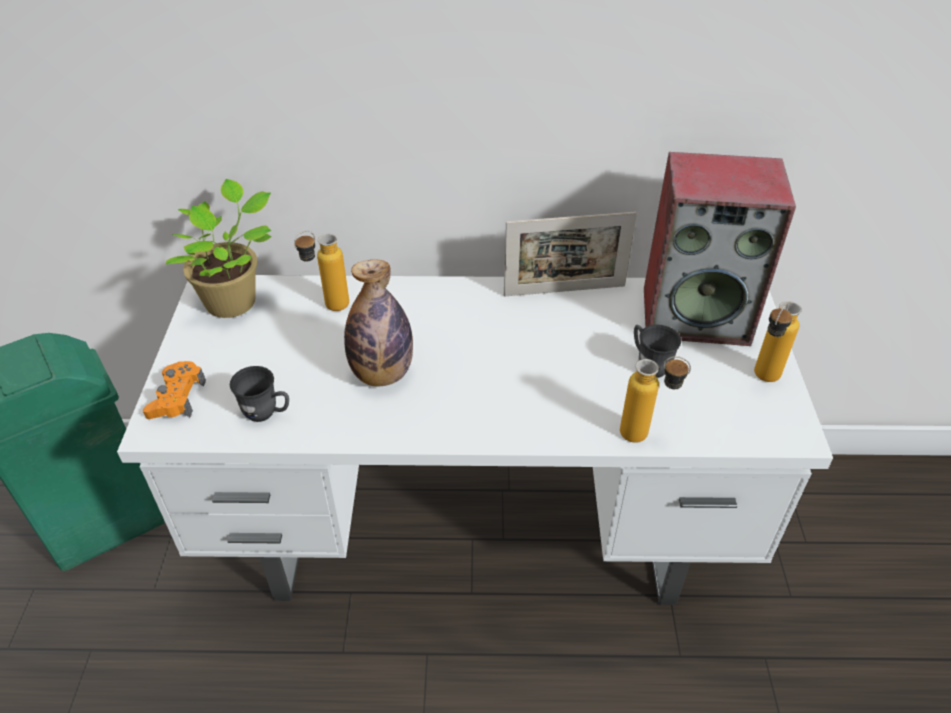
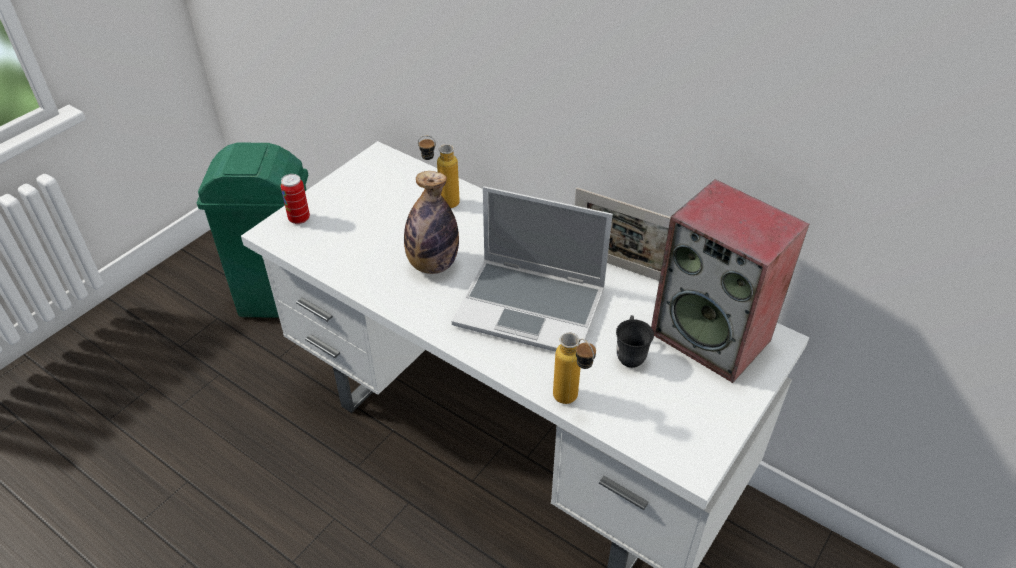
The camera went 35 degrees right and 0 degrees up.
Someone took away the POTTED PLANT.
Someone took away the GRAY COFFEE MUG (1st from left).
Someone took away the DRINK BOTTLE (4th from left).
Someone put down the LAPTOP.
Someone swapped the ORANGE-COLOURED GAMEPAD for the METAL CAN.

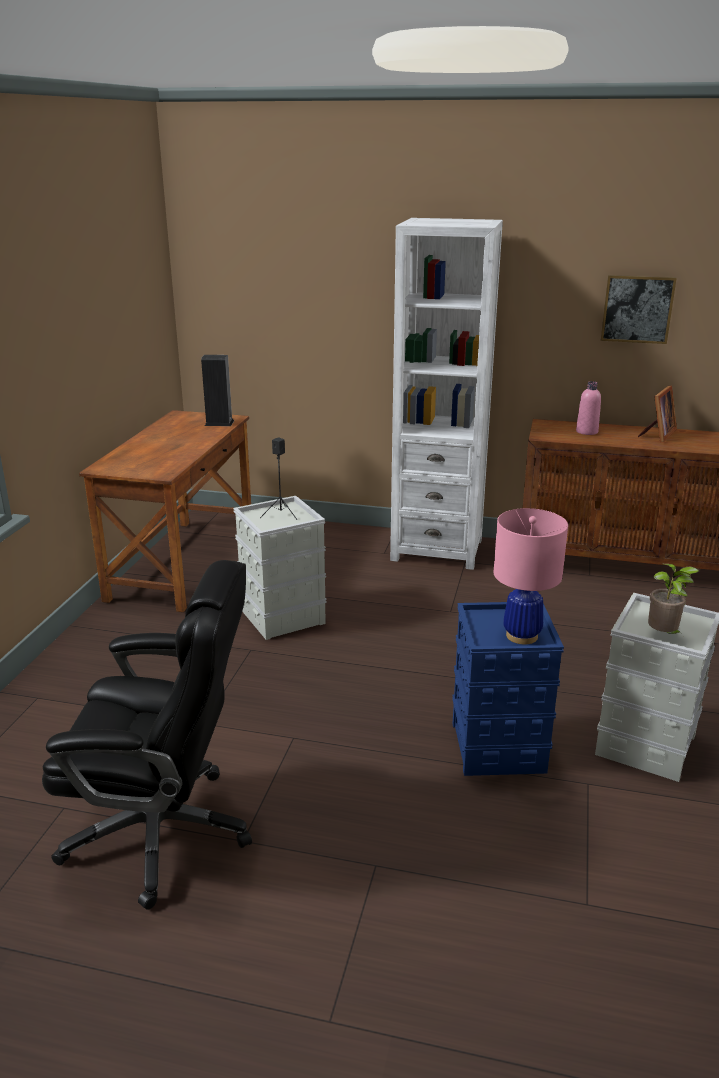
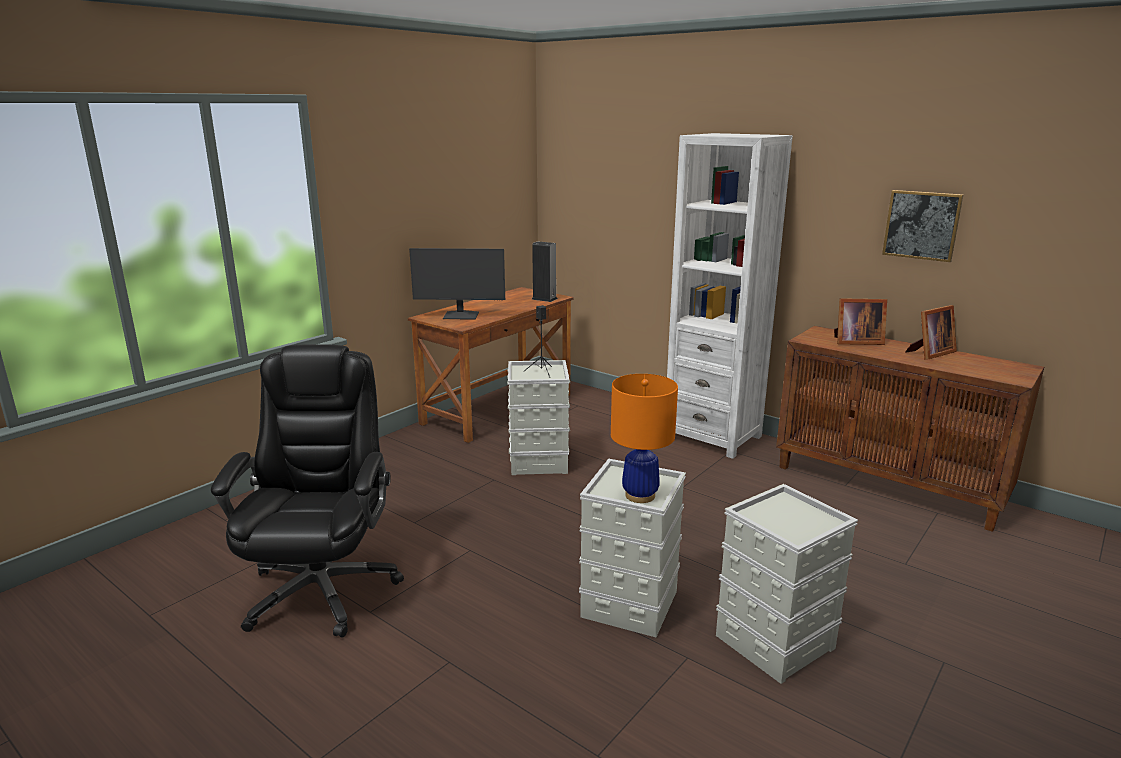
The camera went 25 degrees right and 5 degrees down.
Someone took away the POTTED PLANT.
Someone put down the MONITOR.
Someone swapped the PINK-COLOURED DRINK BOTTLE for the STANDING FRAME (1st from left).
Someone repainted the BLUE STORAGE BOX, which became the GRAY STORAGE BOX (2nd from left).
Someone repainted the PINK-COLOURED TABLE LAMP, which became the ORANGE-COLOURED TABLE LAMP.
Someone rotated the BLACK COMPUTER CHAIR by 120 degrees counterclockwise.

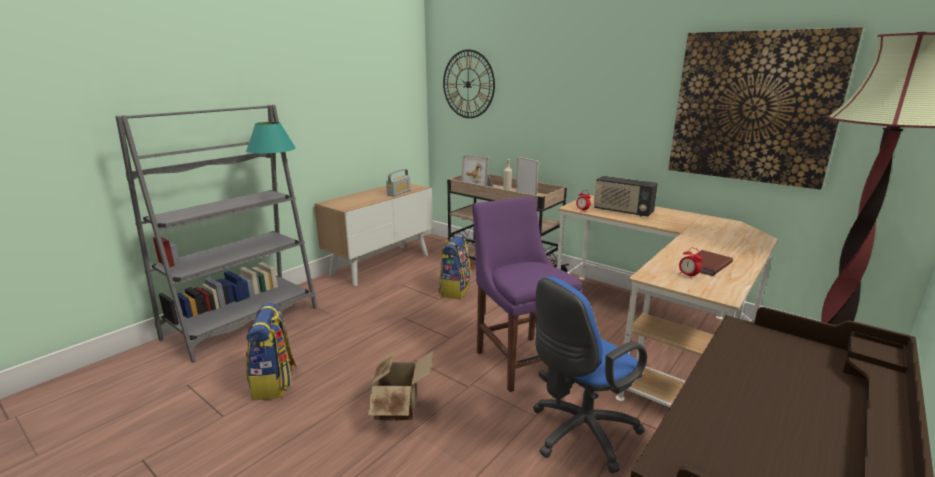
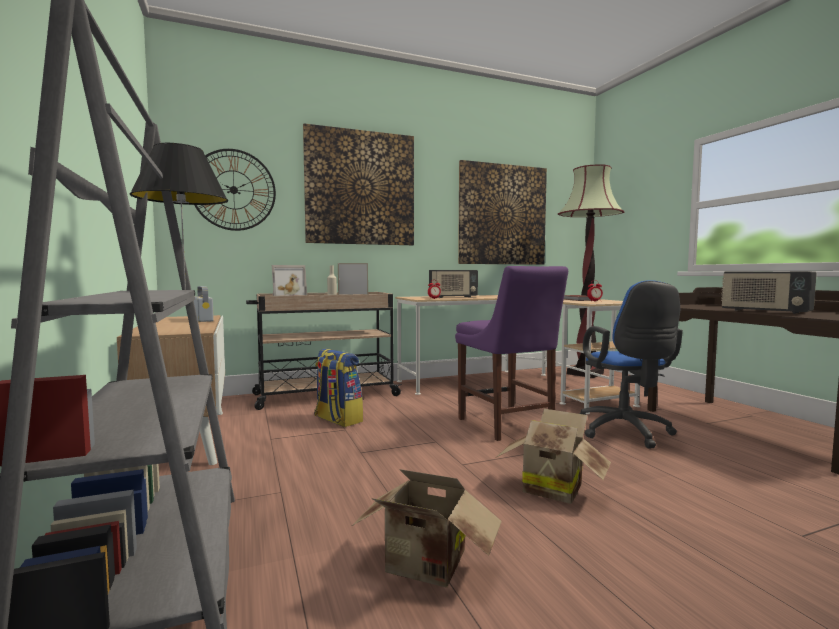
The camera went 60 degrees left and 15 degrees down.
Someone put up the WALL PICTURE (1st from left).
Someone put down the RADIO RECEIVER (3rd from left).
Someone swapped the BACKPACK (1st from left) for the CARTON (1st from left).
Someone repainted the TURQUOISE TABLE LAMP, which became the BLACK TABLE LAMP.
Someone rotated the PURPLISH CHAIR by 120 degrees counterclockwise.

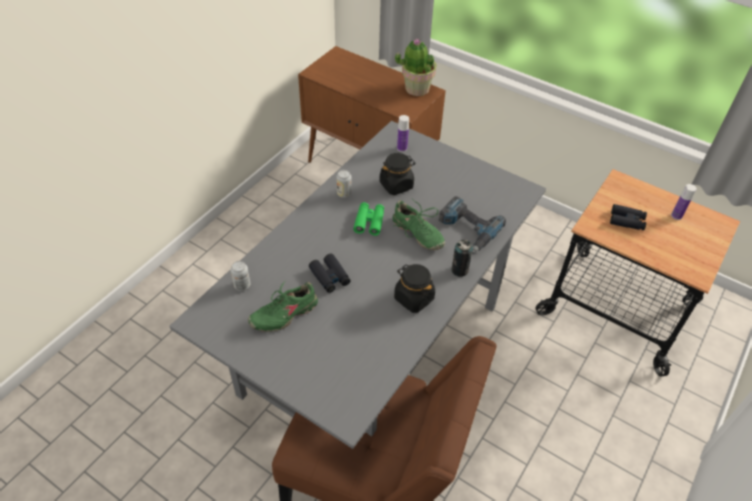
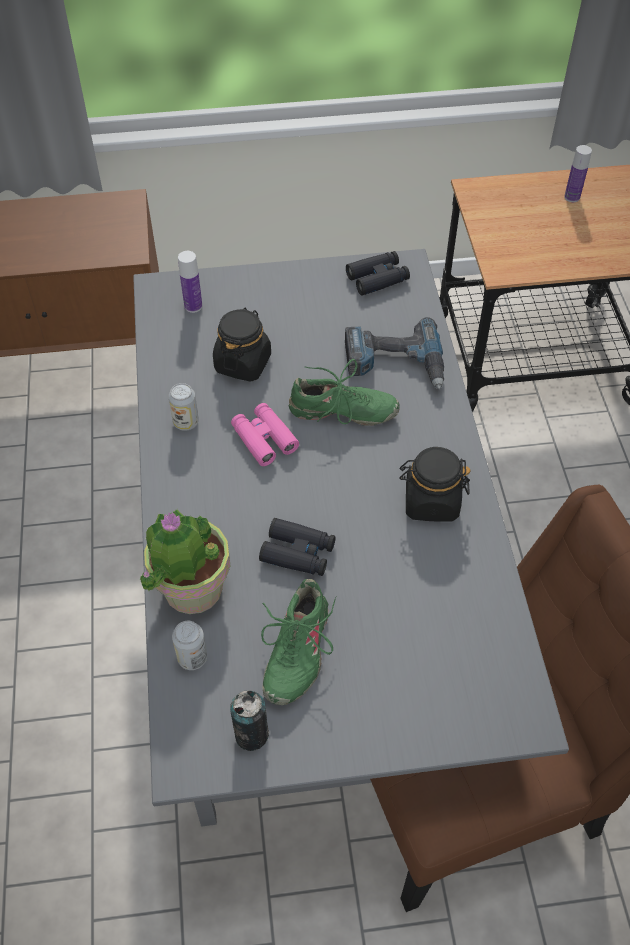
The camera went 40 degrees left and 5 degrees up.
Someone carried the POTTED PLANT.
Someone carried the METAL CAN (3rd from left).
Someone carried the BLACK BINOCULARS (2nd from left).
Someone repainted the GREEN-COLOURED BINOCULARS, which became the PINK-COLOURED BINOCULARS.

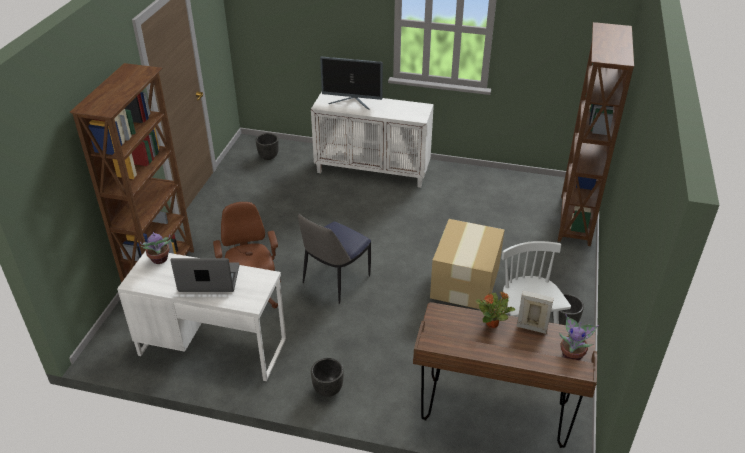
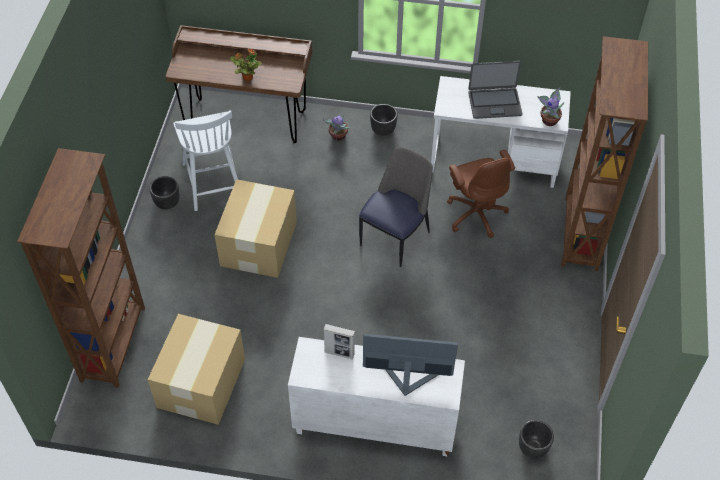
The camera went 175 degrees right and 15 degrees up.
Someone put down the CARTON (1st from left).
Someone carried the STANDING FRAME.
Someone carried the POTTED PLANT (3rd from left in the first image).

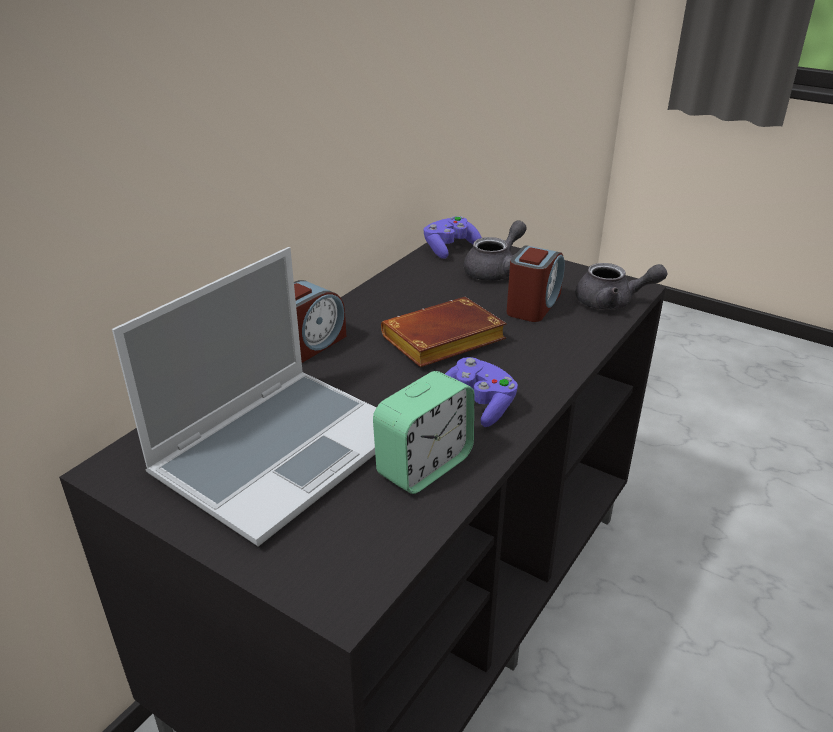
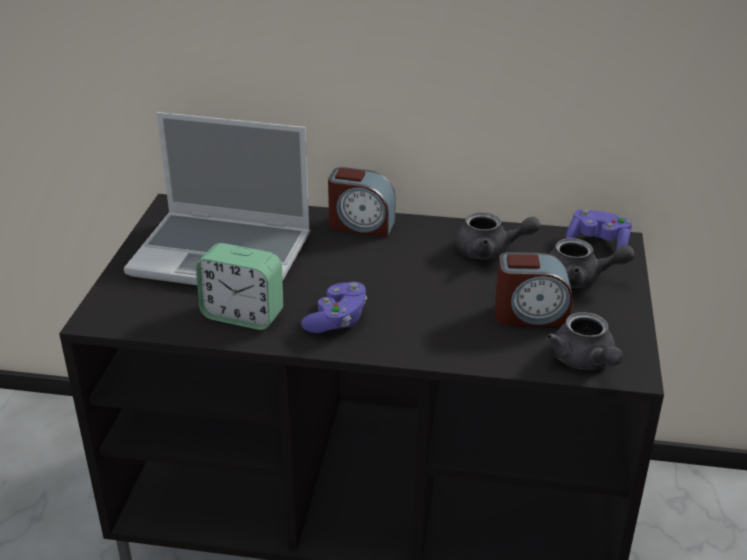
The camera went 65 degrees right and 0 degrees up.
Someone took away the BROWNISH BOUND BOOK.
Someone put down the GRAY POT FOR TEA (1st from left).

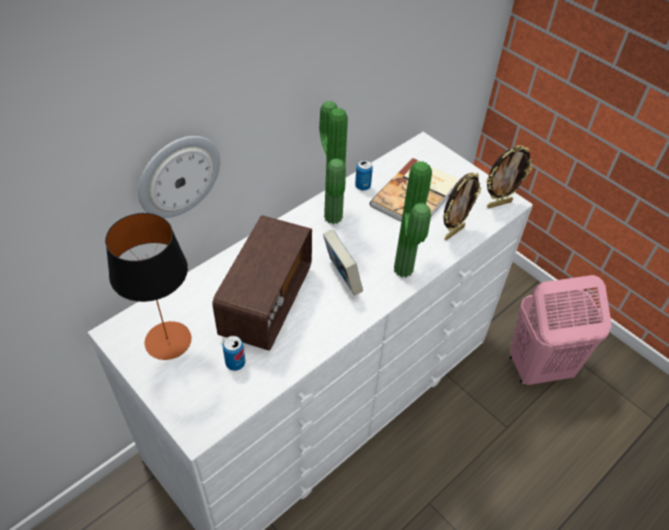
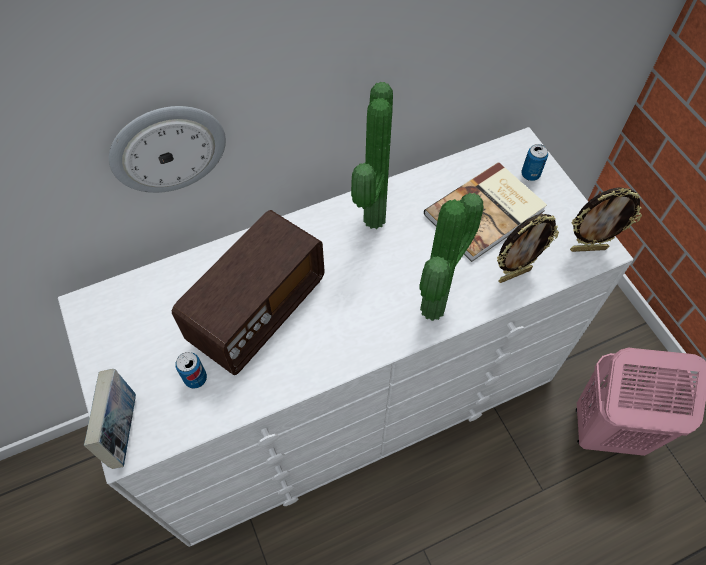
The camera went 20 degrees right and 10 degrees up.
Someone took away the TABLE LAMP.
Someone carried the BOUND BOOK (1st from left).
Someone carried the METAL CAN (2nd from left).

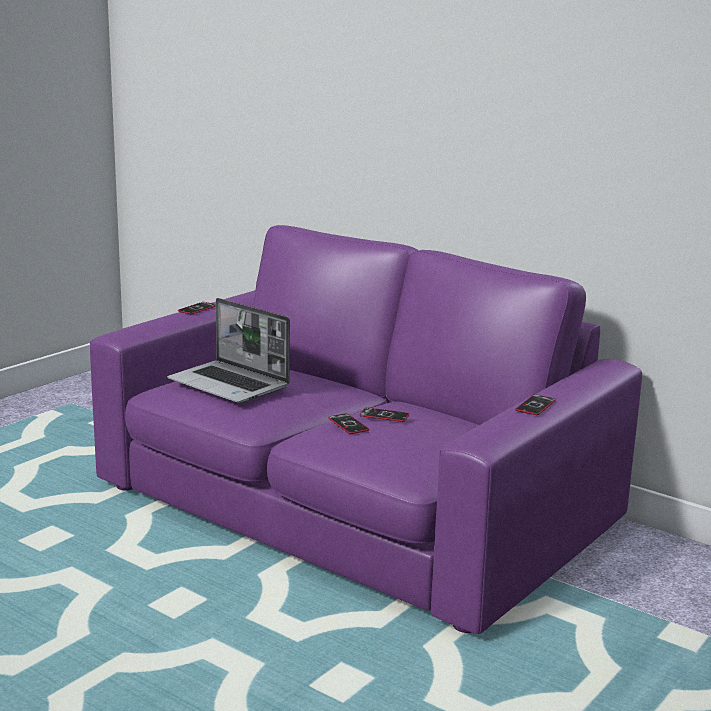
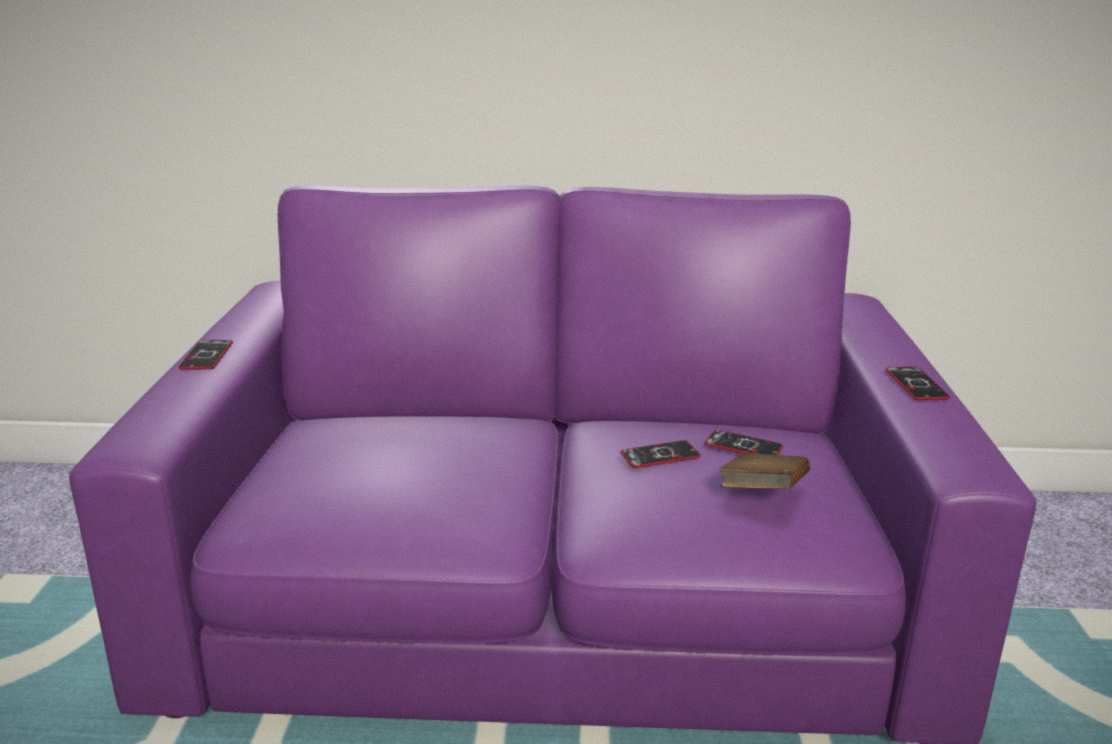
The camera went 35 degrees left and 5 degrees up.
Someone took away the LAPTOP.
Someone put down the BROWNISH BOUND BOOK.
Someone carried the HANDSET (2nd from left in the first image).

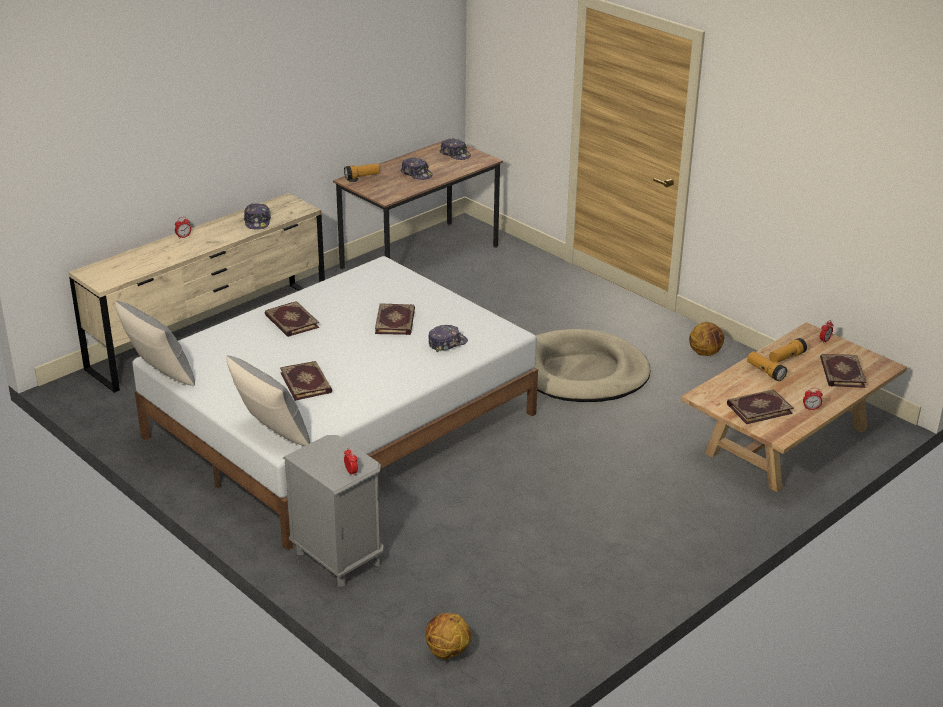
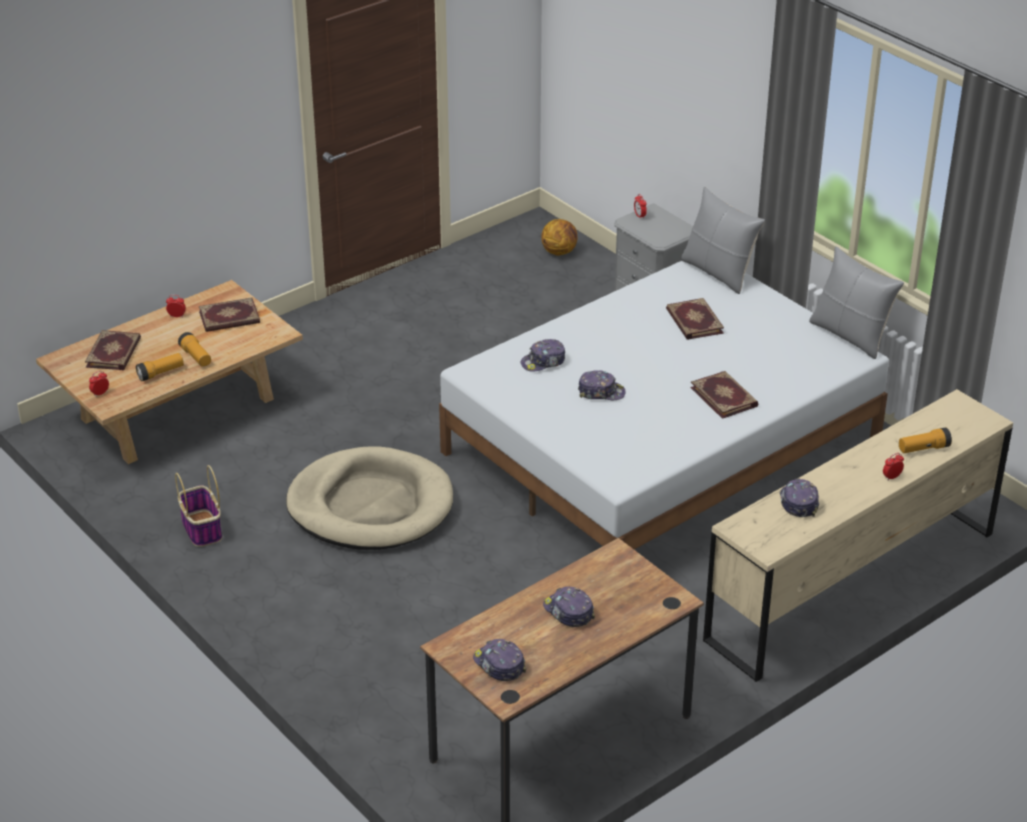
The camera went 175 degrees left and 5 degrees up.
Someone carried the TORCH (1st from left in the first image).
Someone swapped the BOUND BOOK (3rd from left) for the PEAKED CAP (4th from left).
Someone swapped the BASKETBALL (2nd from left) for the HOUSEHOLD BASKET.

